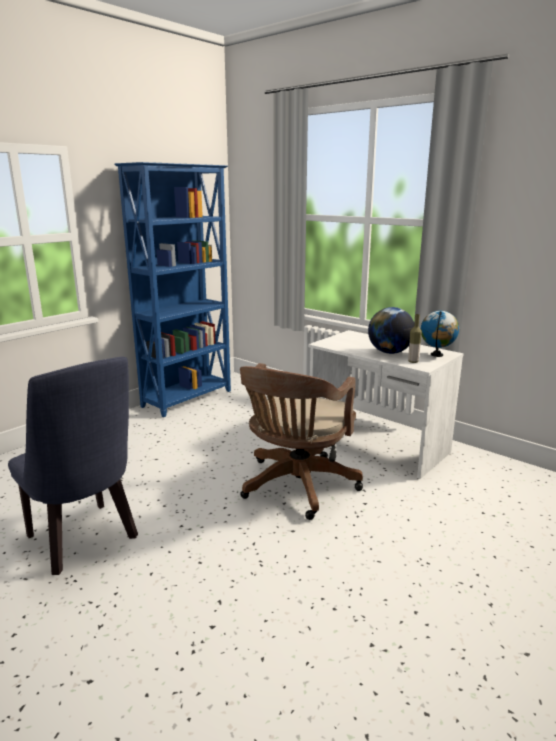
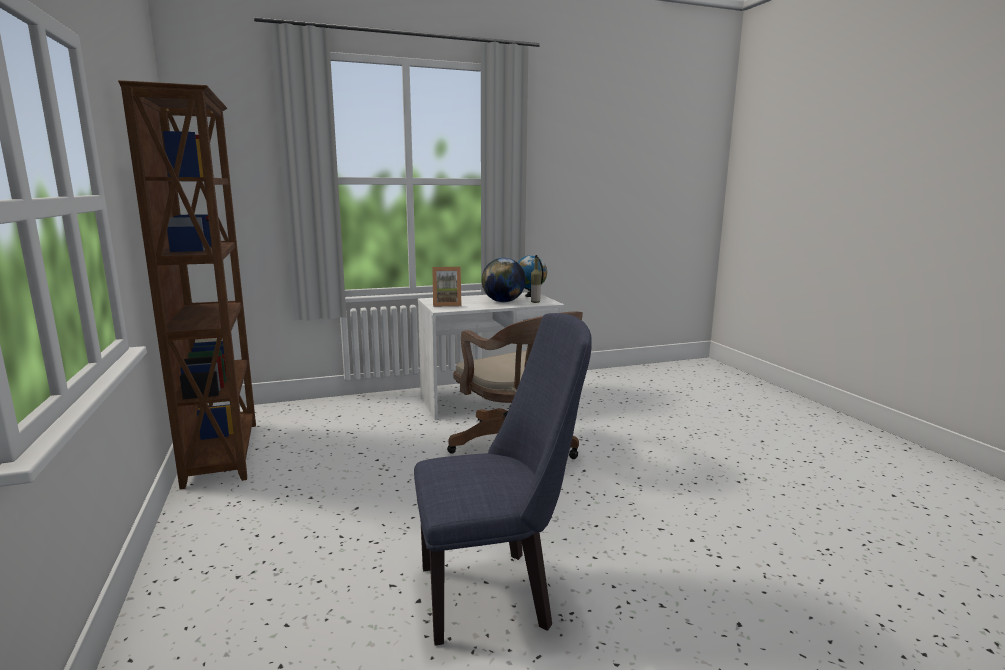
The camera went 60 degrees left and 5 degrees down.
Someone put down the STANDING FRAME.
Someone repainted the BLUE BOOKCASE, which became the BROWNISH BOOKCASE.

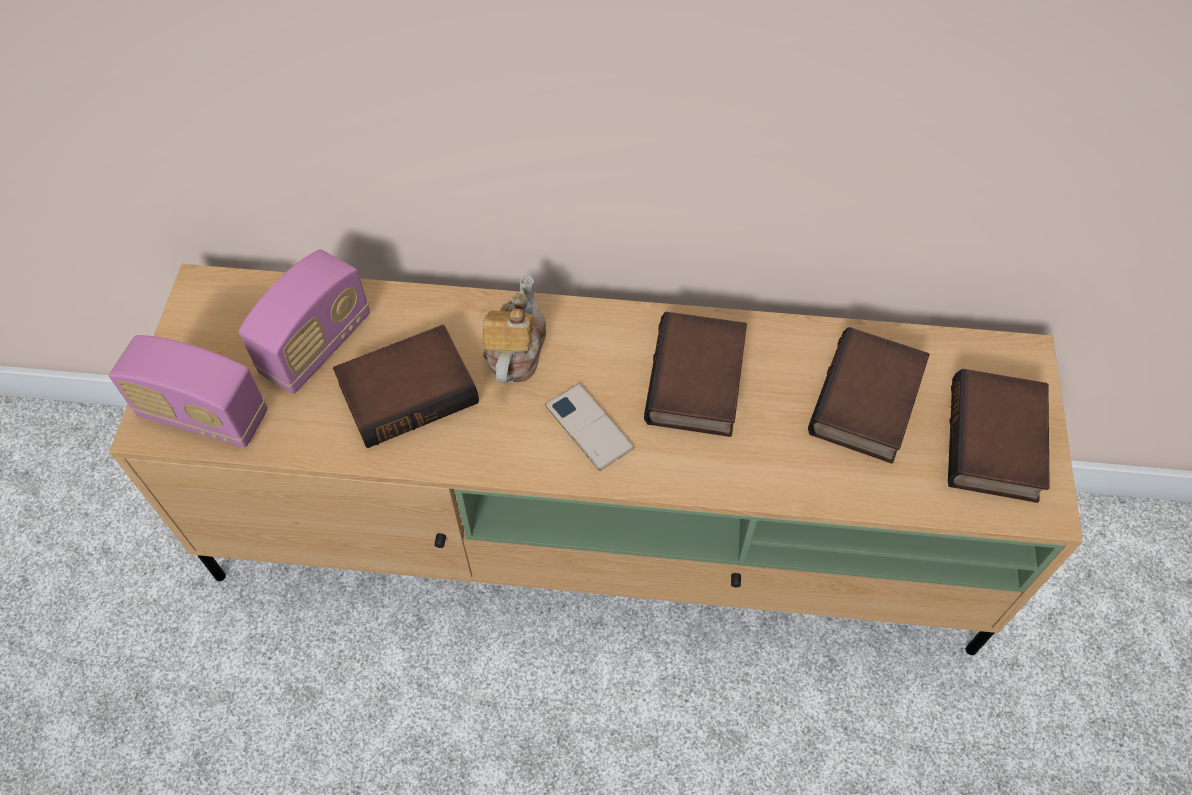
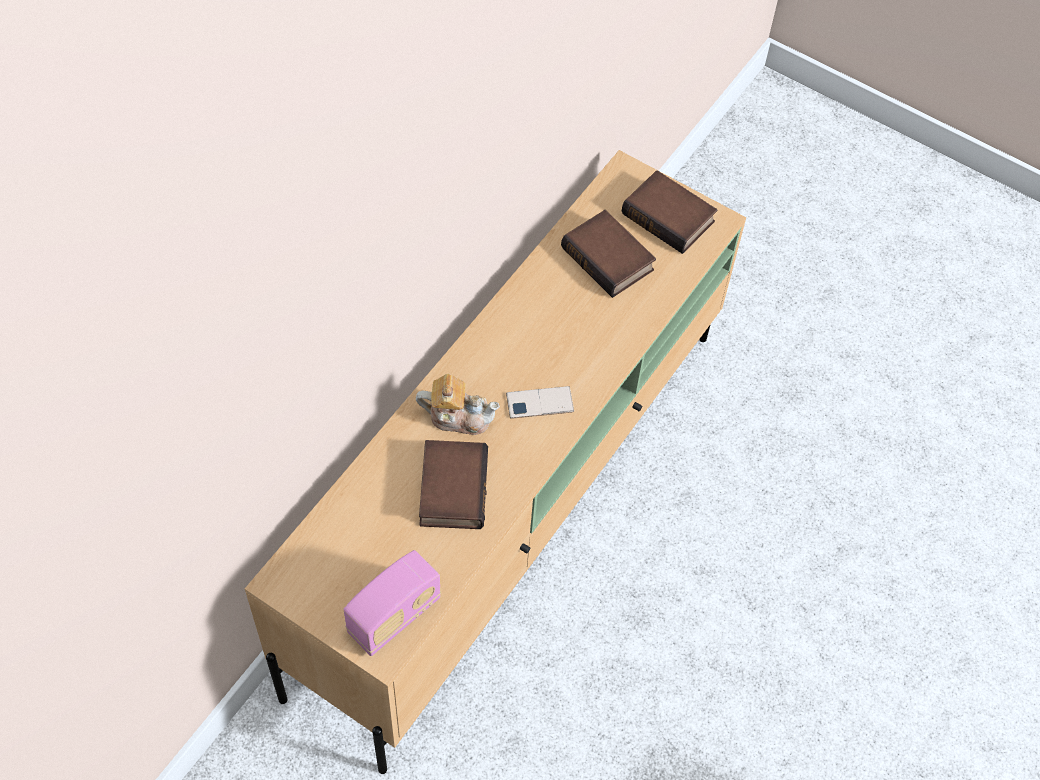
The camera went 65 degrees left and 0 degrees up.
Someone took away the RADIO RECEIVER (2nd from left).
Someone took away the BOUND BOOK (2nd from left).
Someone rotated the POT FOR TEA by 150 degrees clockwise.

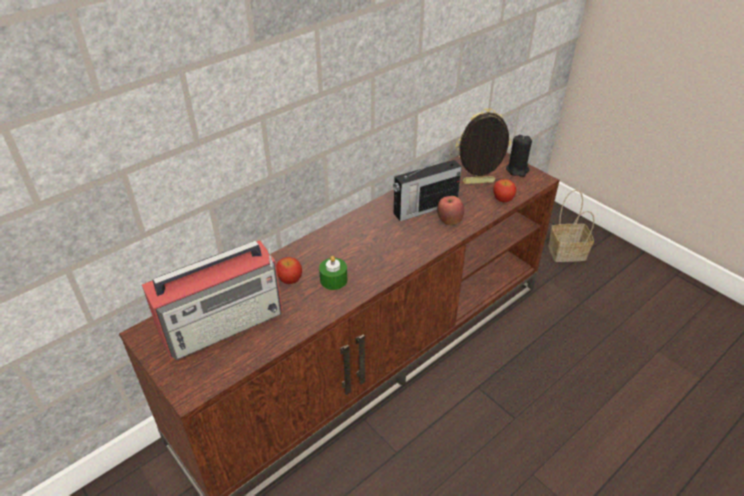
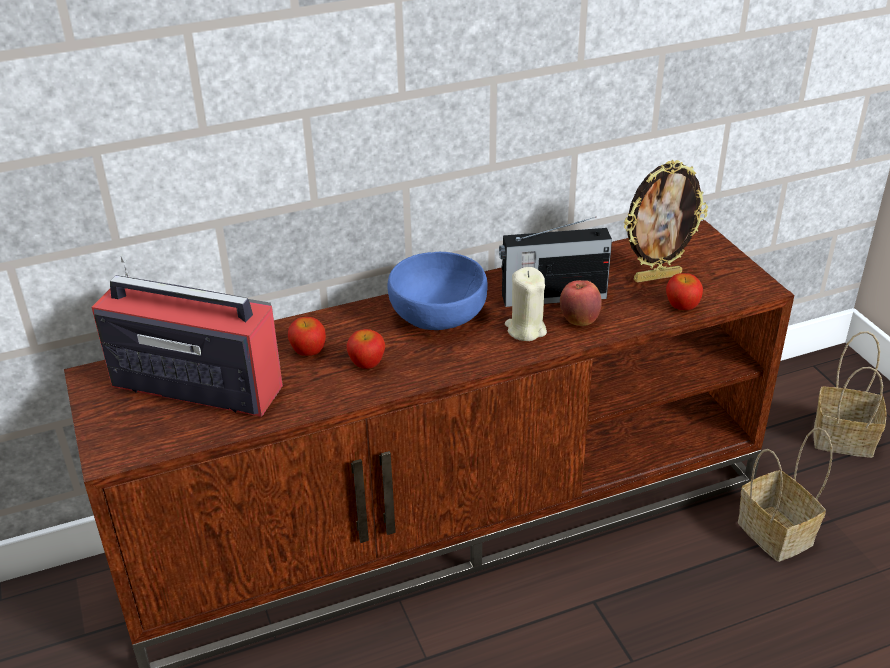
The camera went 20 degrees right and 5 degrees down.
Someone took away the BLACK CANDLE.
Someone put down the BLUE DEEP DISH.
Someone put down the SAND-COLOURED CANDLE.
Someone put down the HOUSEHOLD BASKET (1st from left).
Someone swapped the GREEN-COLOURED CANDLE for the APPLE FRUIT (2nd from left).
Someone rotated the RADIO RECEIVER (1st from left) by 150 degrees counterclockwise.
Someone rotated the STANDING FRAME by 150 degrees clockwise.

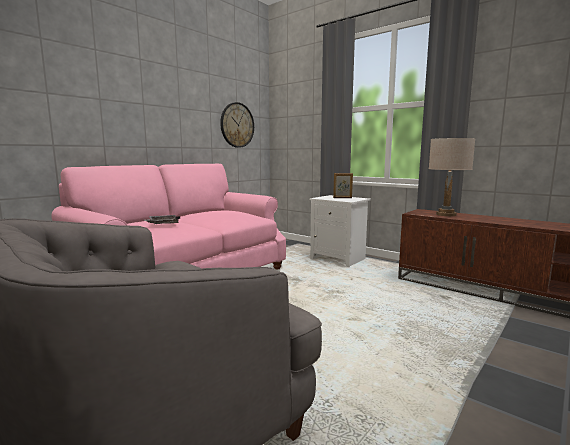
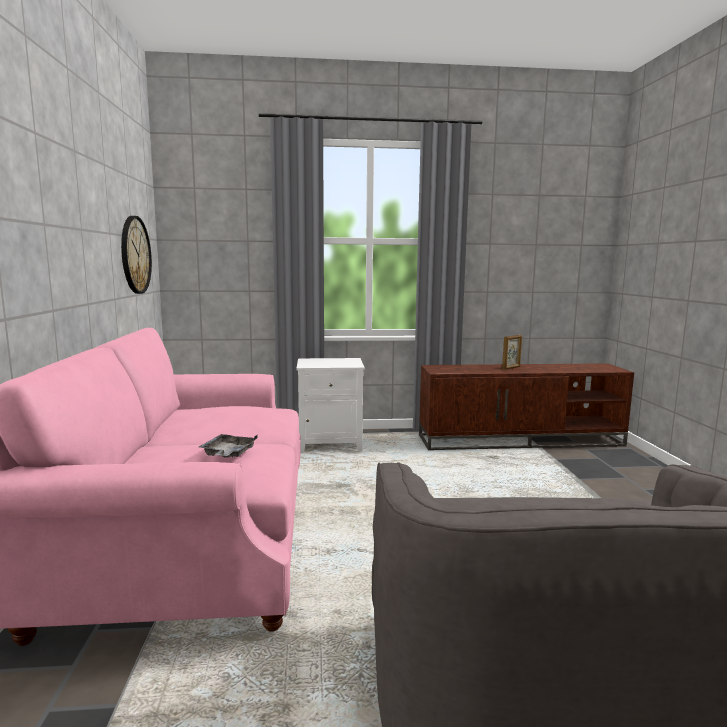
The camera went 45 degrees left and 0 degrees up.
Someone took away the SAND-COLOURED TABLE LAMP.
Someone carried the STANDING FRAME.

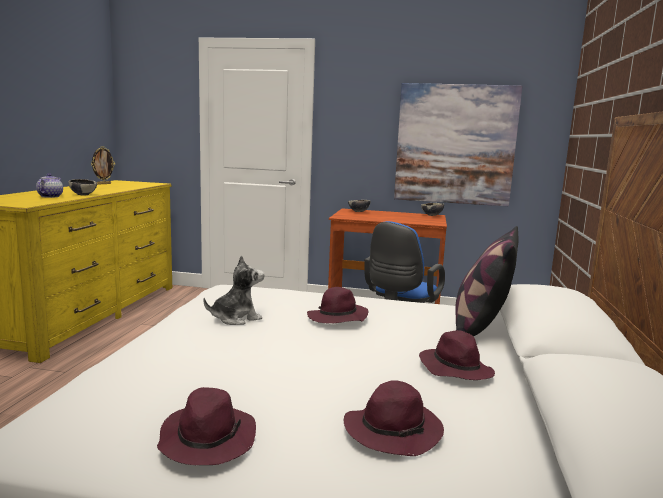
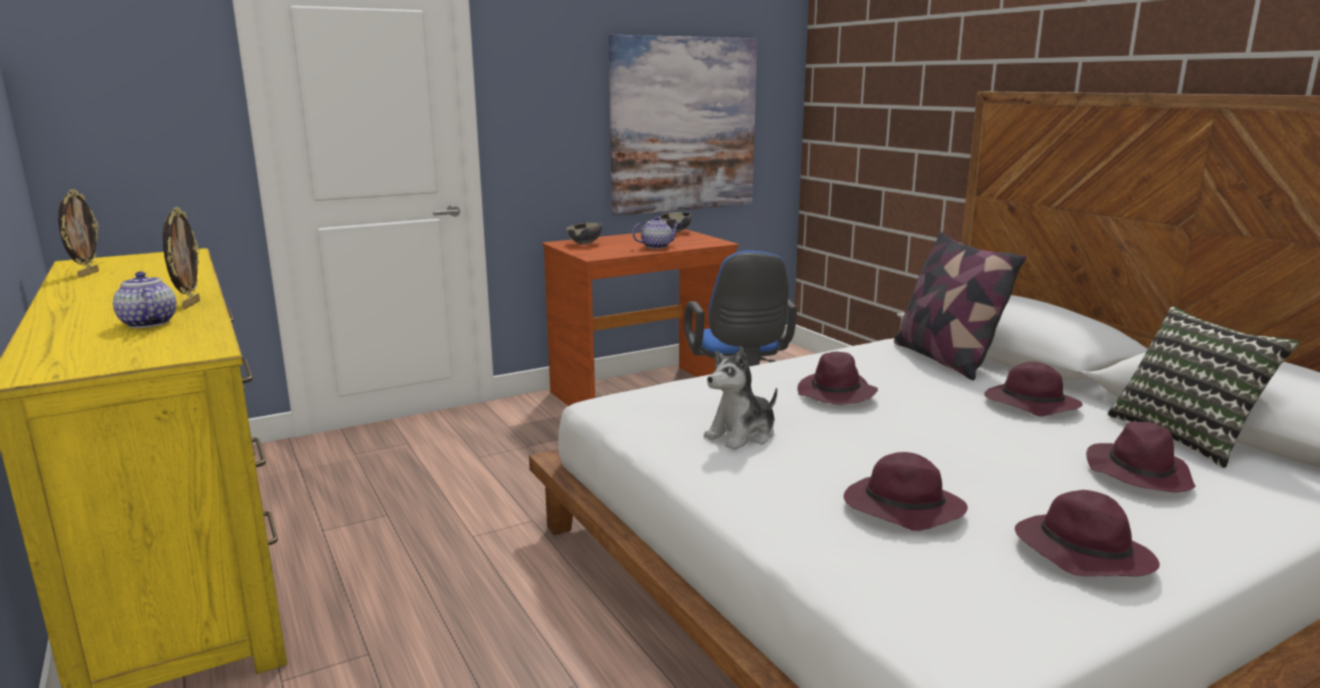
The camera went 40 degrees left and 5 degrees up.
Someone put down the POT FOR TEA (2nd from left).
Someone put down the PURPLISH WEARABLE HAT (2nd from left).
Someone put down the PILLOW (2nd from left).
Someone swapped the DEEP DISH (1st from left) for the STANDING FRAME (2nd from left).
Someone rotated the SOFT TOY by 150 degrees counterclockwise.

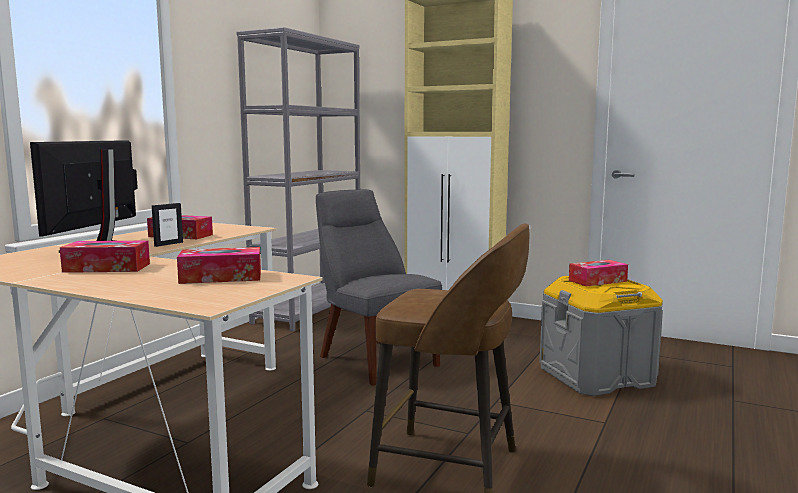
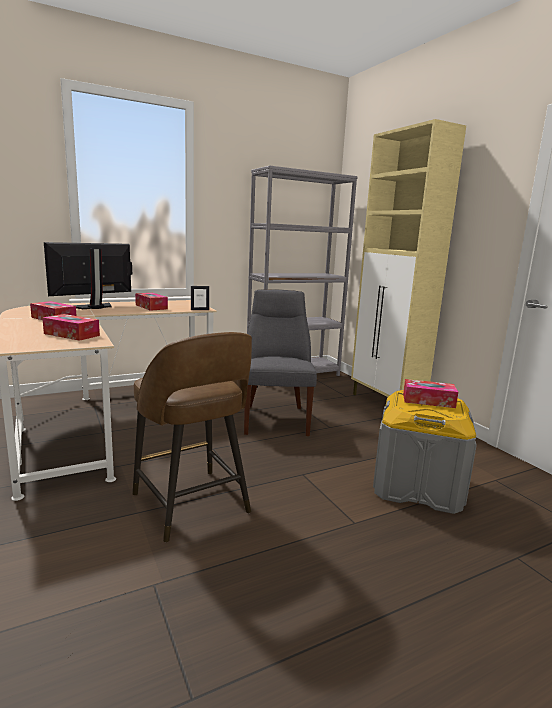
The camera went 35 degrees right and 5 degrees up.
Someone carried the STANDING FRAME.

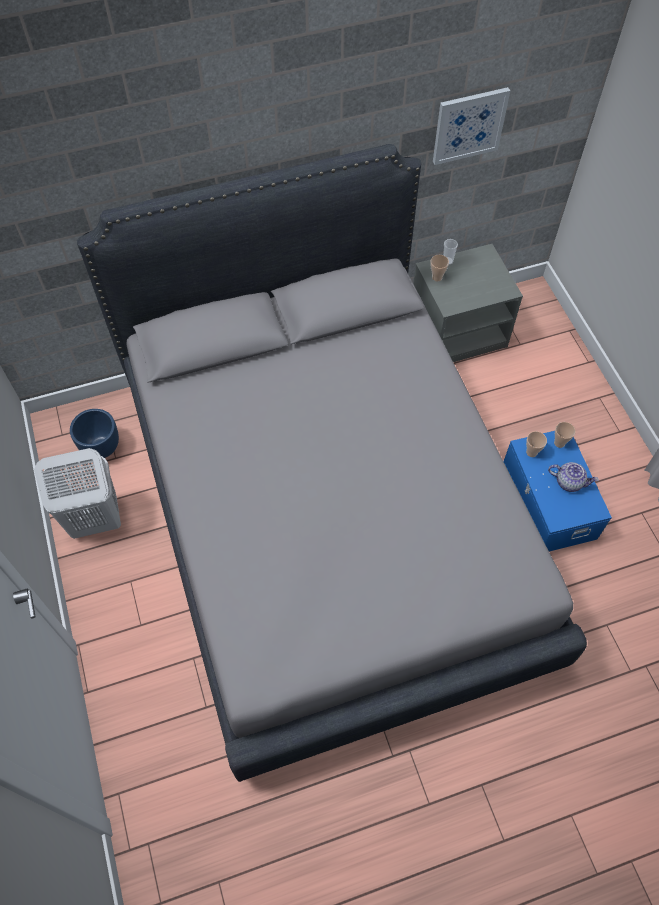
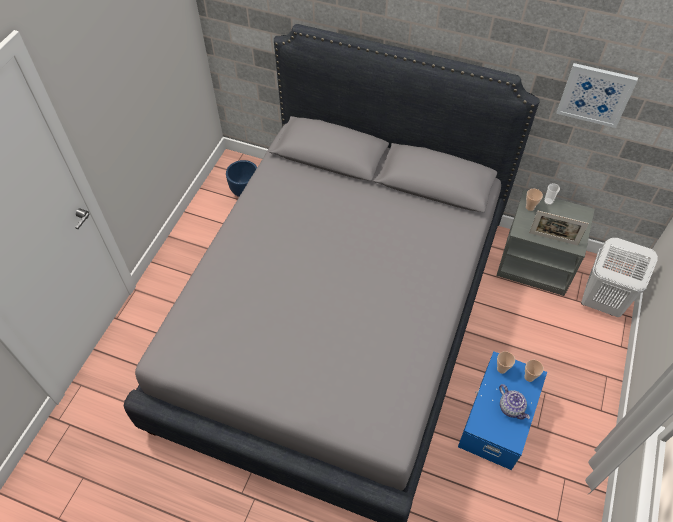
The camera went 40 degrees right and 5 degrees down.
Someone put down the STANDING FRAME.
Someone carried the WHITE-COLOURED HAMPER.

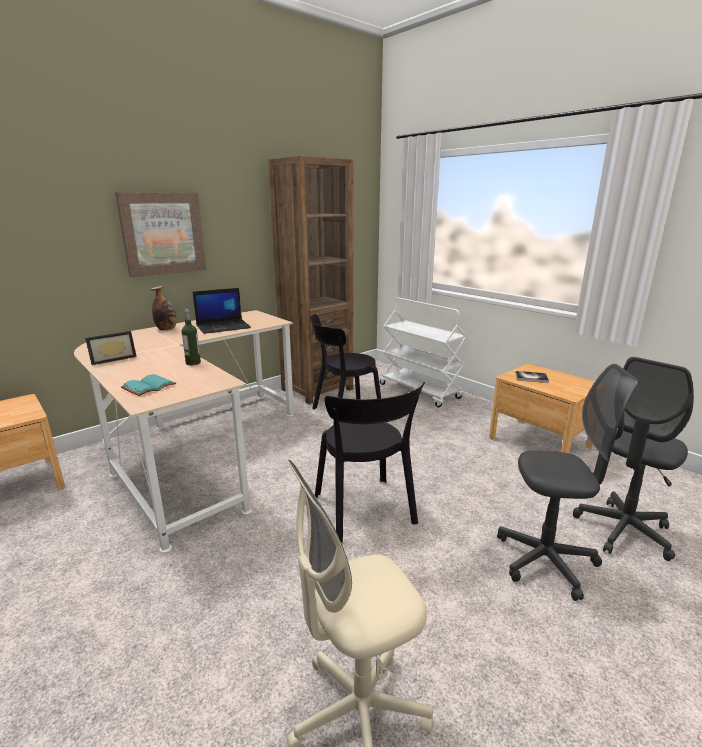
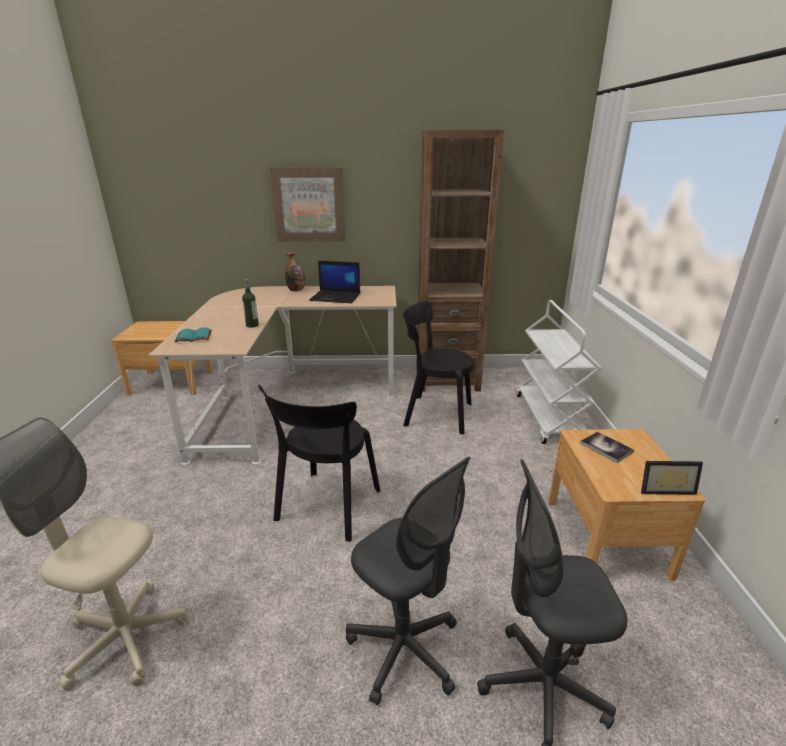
The camera went 40 degrees right and 5 degrees up.
Someone carried the STANDING FRAME.

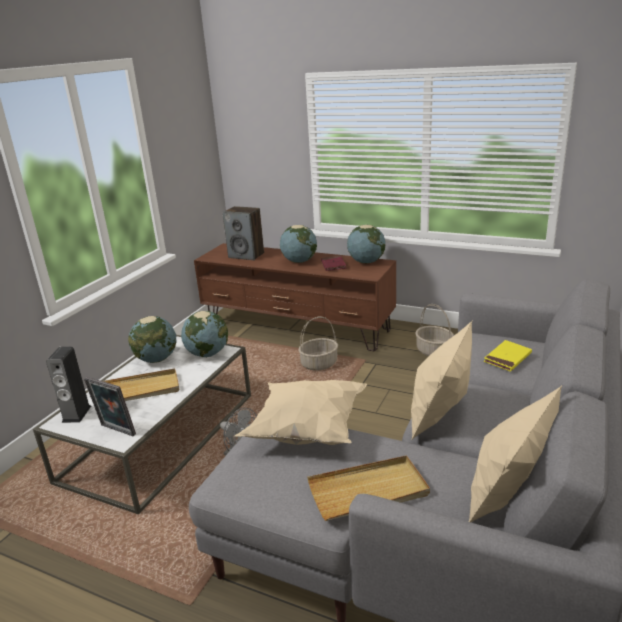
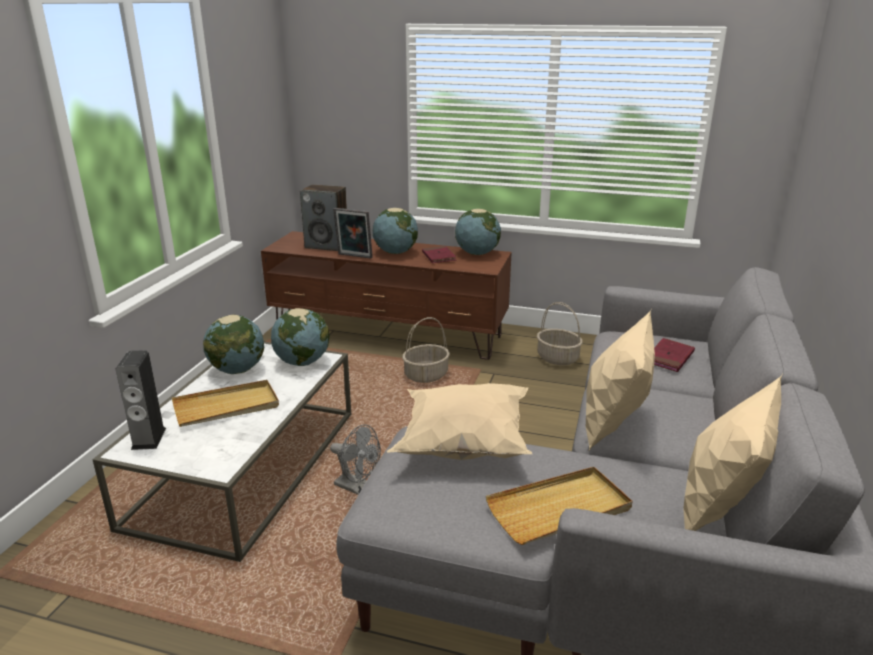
The camera went 10 degrees left and 0 degrees up.
Someone carried the STANDING FRAME.
Someone repainted the YELLOW BOUND BOOK, which became the RED BOUND BOOK (2nd from left).

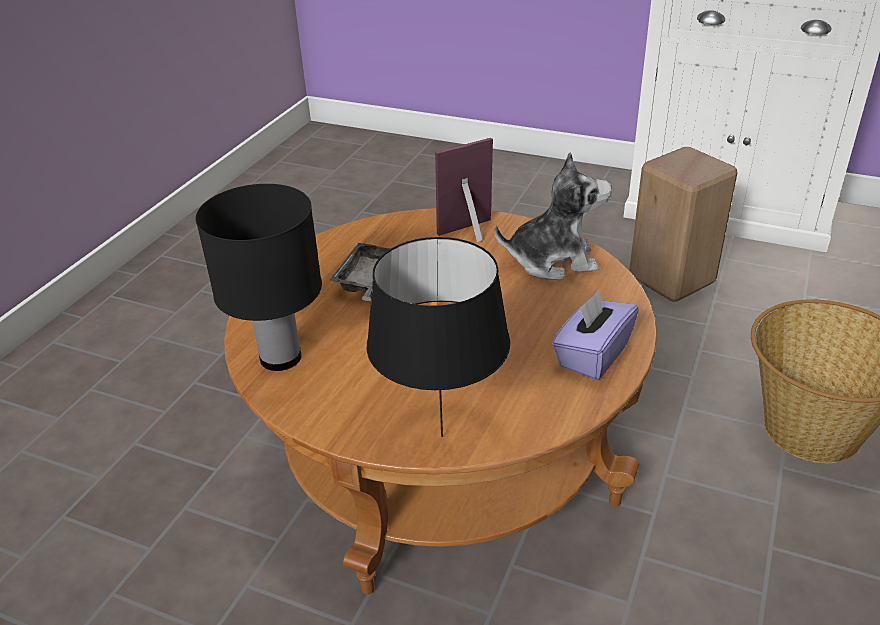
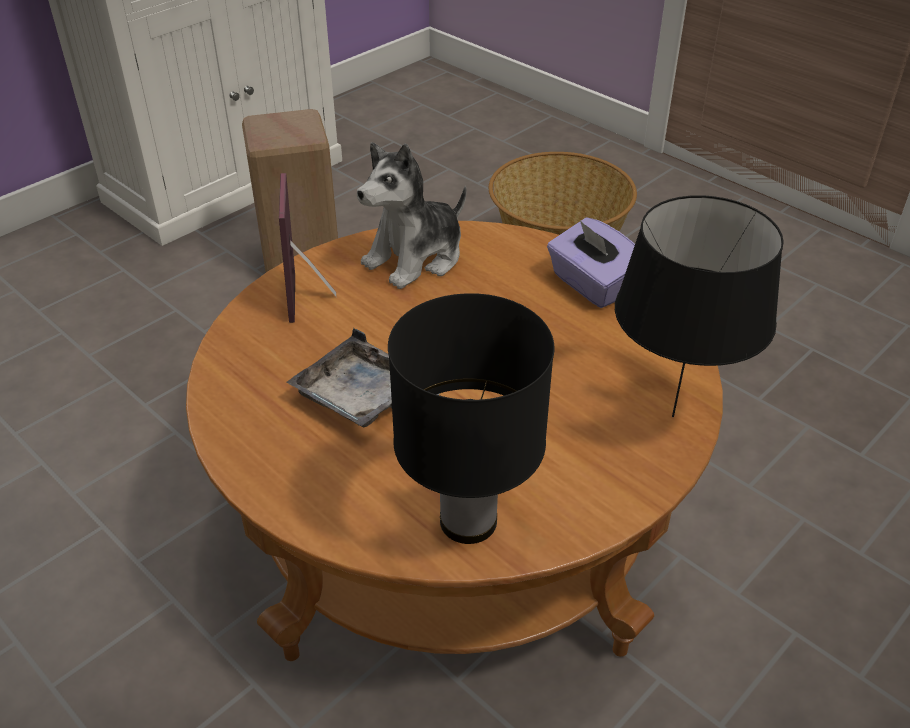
The camera went 70 degrees left and 5 degrees up.
Someone rotated the SOFT TOY by 150 degrees counterclockwise.

